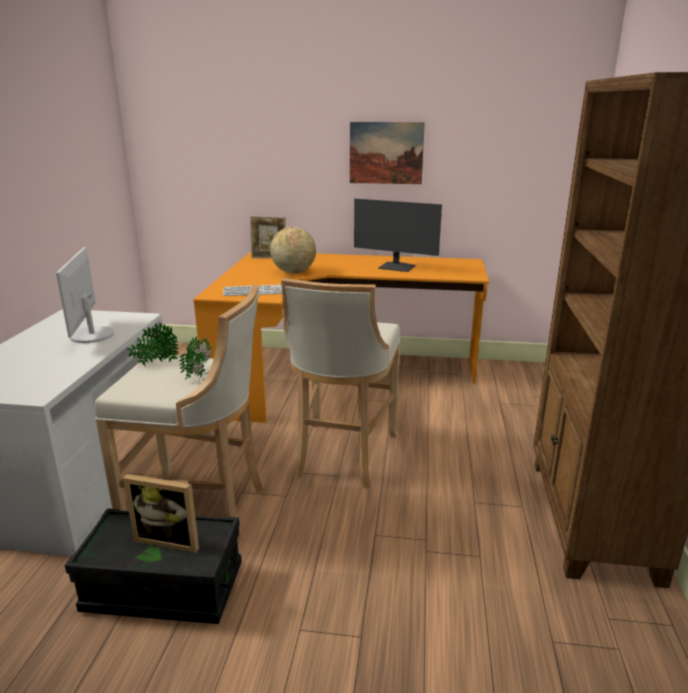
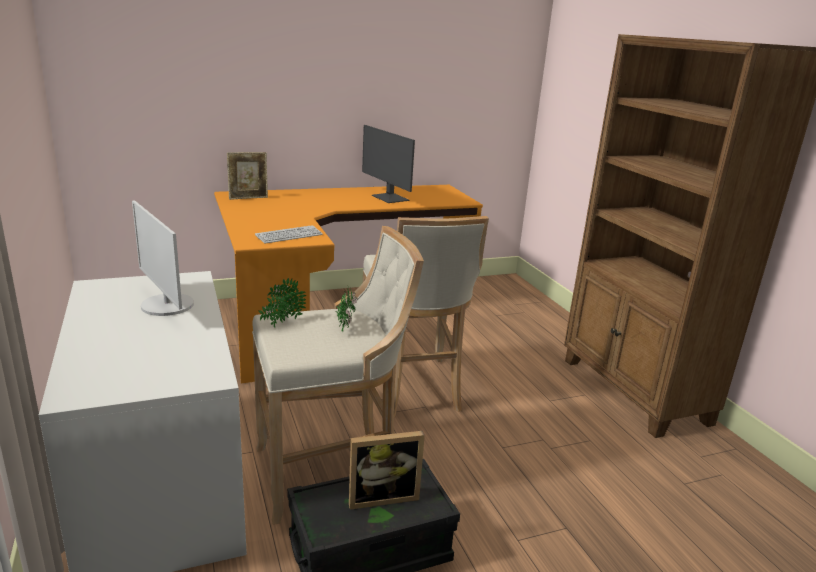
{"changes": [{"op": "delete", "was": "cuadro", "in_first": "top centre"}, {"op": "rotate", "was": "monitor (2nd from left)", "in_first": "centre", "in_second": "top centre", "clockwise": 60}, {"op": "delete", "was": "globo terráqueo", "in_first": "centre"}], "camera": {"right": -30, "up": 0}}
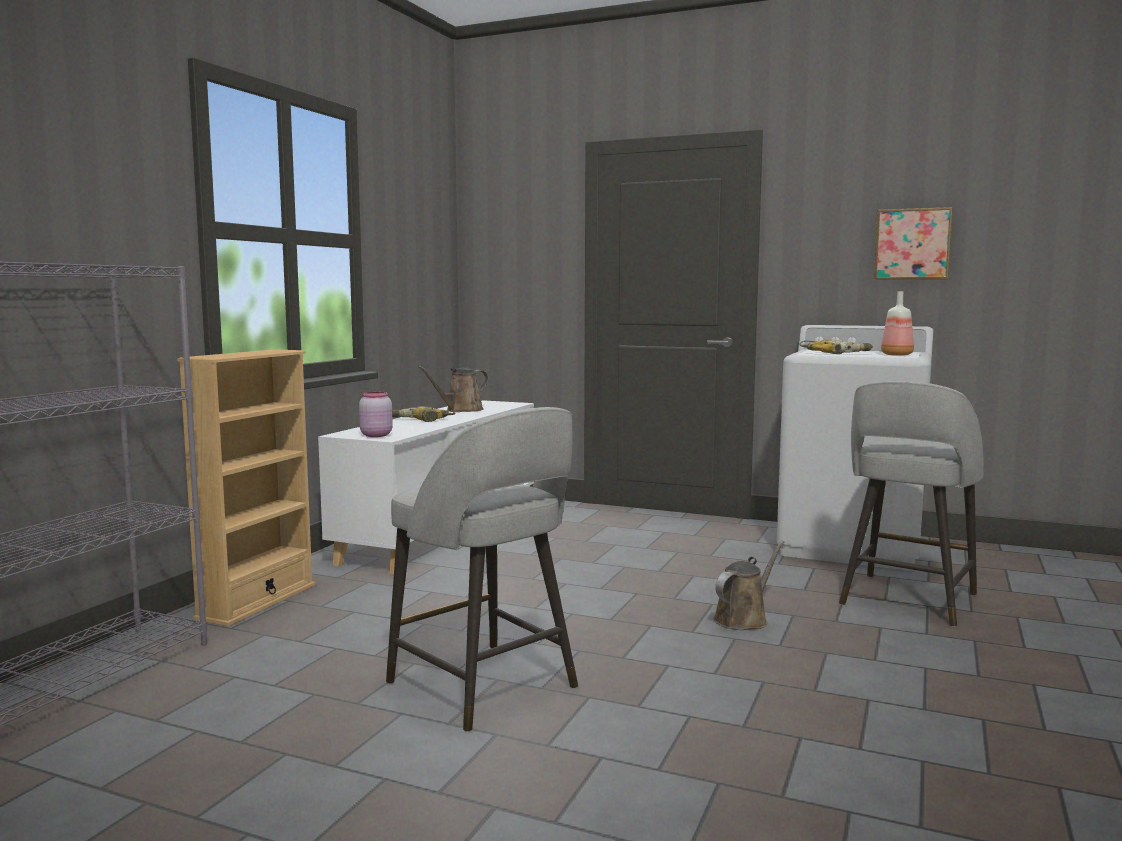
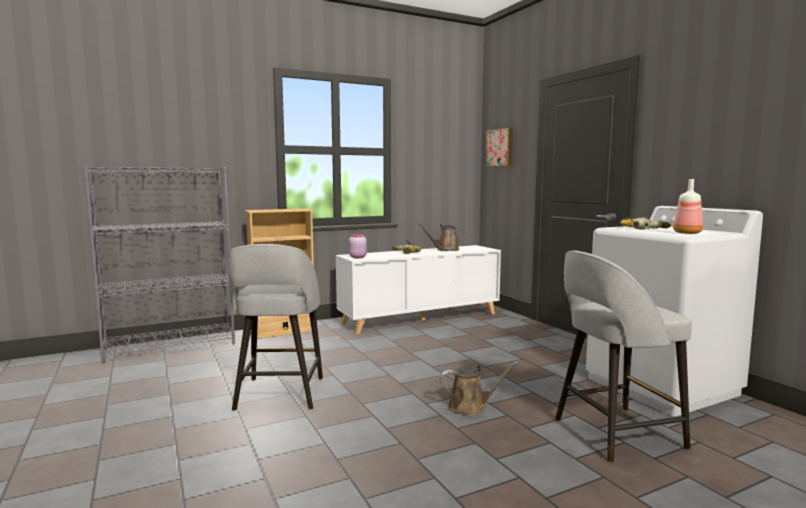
{"changes": [{"op": "move", "was": "cuadro", "in_first": "top right", "in_second": "top centre"}], "camera": {"right": 40, "up": 0}}
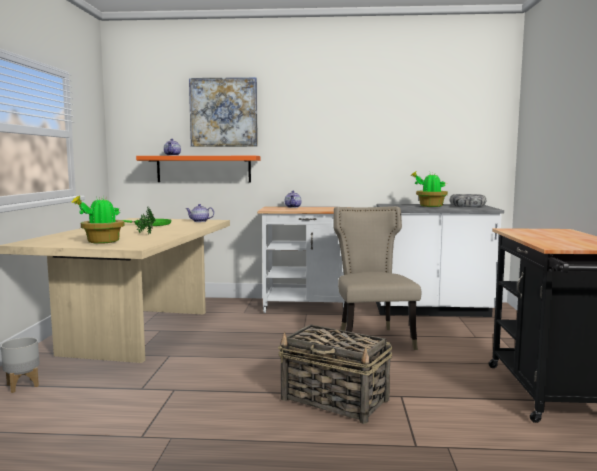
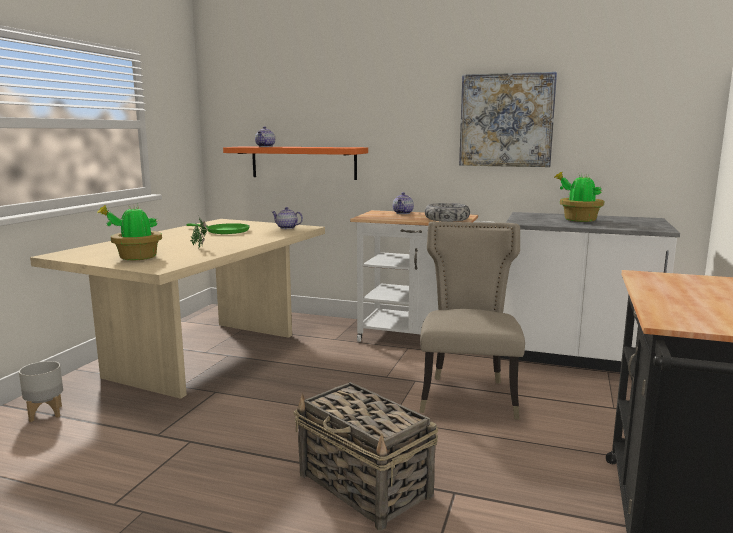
{"changes": [{"op": "move", "was": "cuadro", "in_first": "top centre", "in_second": "top right"}, {"op": "move", "was": "cuenco", "in_first": "middle right", "in_second": "centre"}], "camera": {"right": 15, "up": 5}}
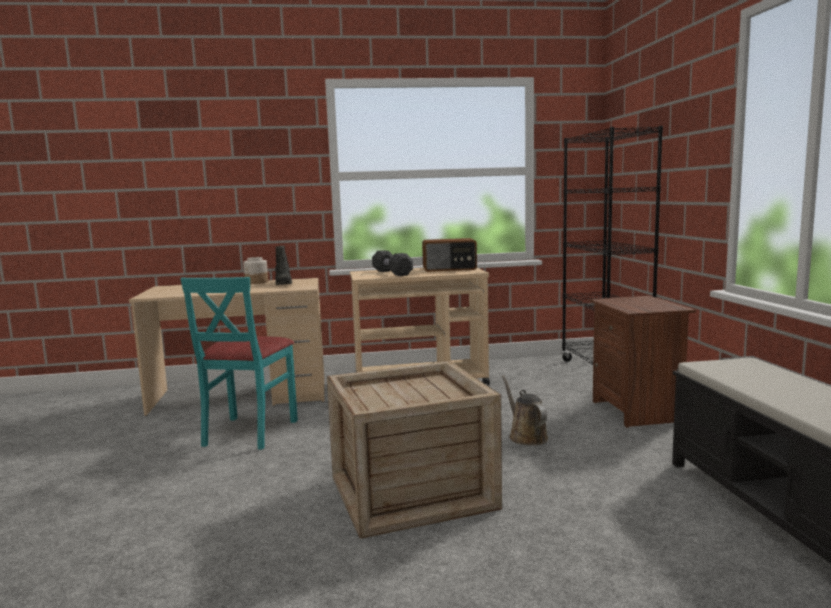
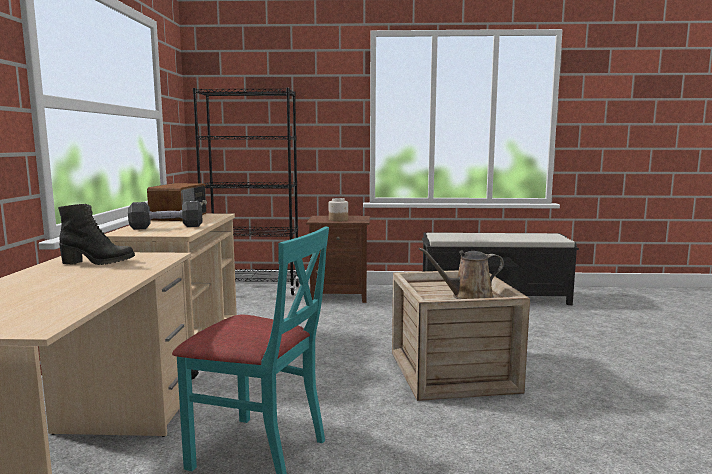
{"changes": [{"op": "move", "was": "tarro", "in_first": "middle left", "in_second": "centre"}, {"op": "move", "was": "regadera/marrón", "in_first": "bottom centre", "in_second": "centre"}], "camera": {"right": -80, "up": 0}}
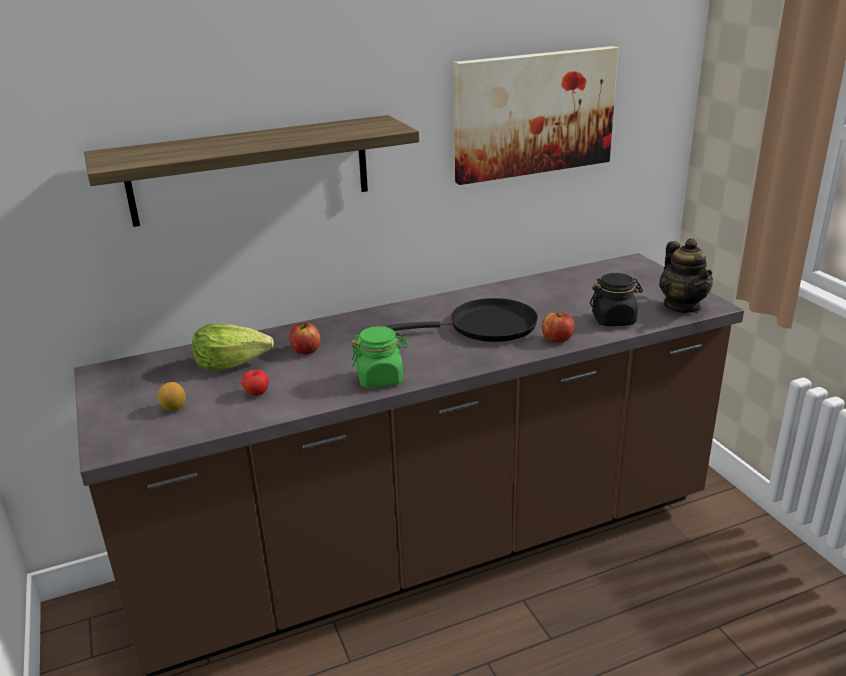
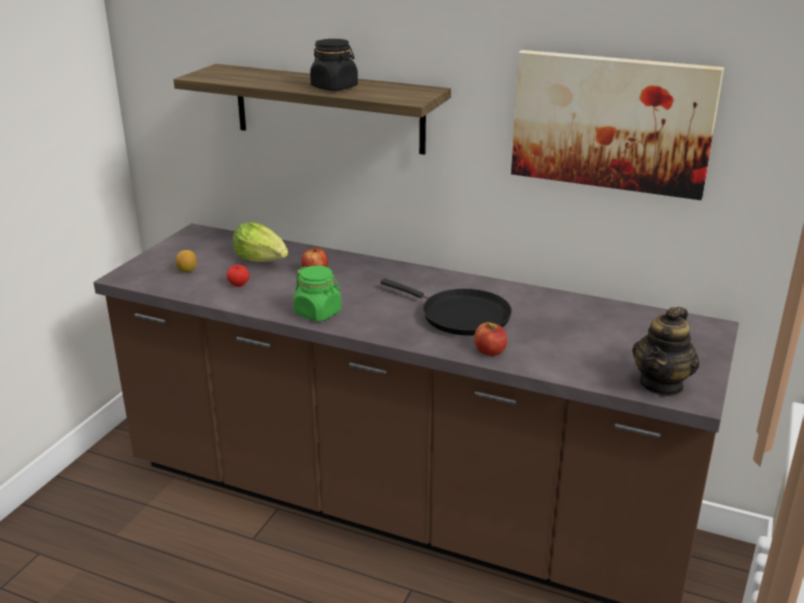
{"changes": [{"op": "move", "was": "tarro/negro", "in_first": "middle right", "in_second": "top centre"}], "camera": {"right": 45, "up": 0}}
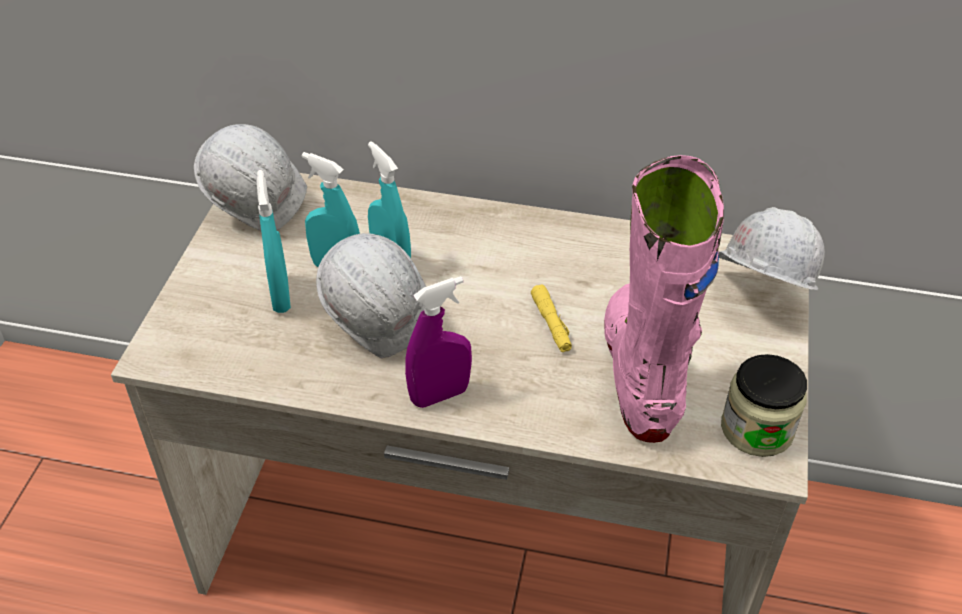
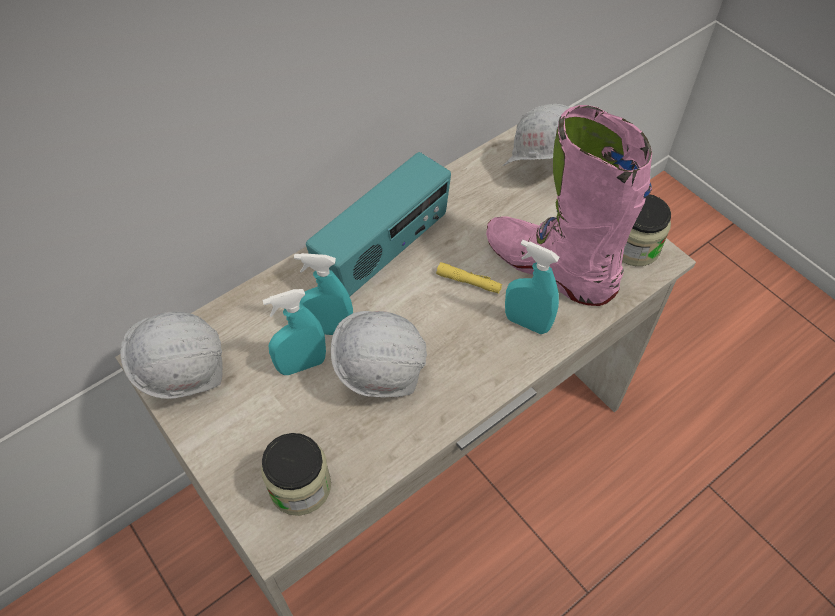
{"changes": [{"op": "move", "was": "pulverizador/turquesa (1st from left in the first image)", "now": "pulverizador/turquesa (3rd from left)", "in_first": "middle left", "in_second": "centre"}, {"op": "delete", "was": "pulverizador/morado", "in_first": "centre"}, {"op": "insert", "now": "radio", "in_second": "centre"}, {"op": "insert", "now": "tarro (1st from left)", "in_second": "bottom centre"}], "camera": {"right": -50, "up": 10}}
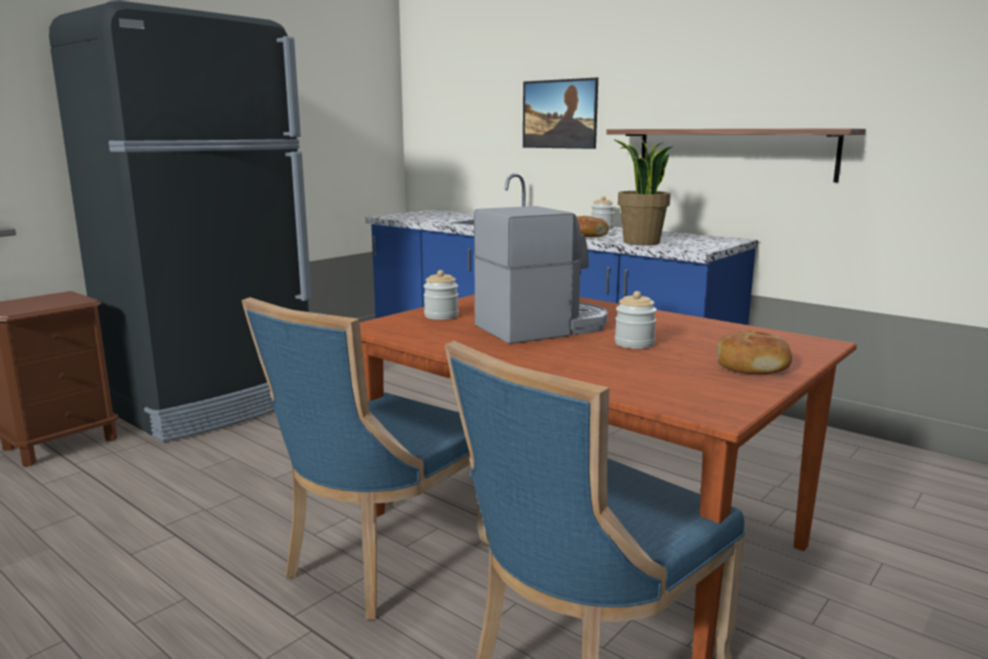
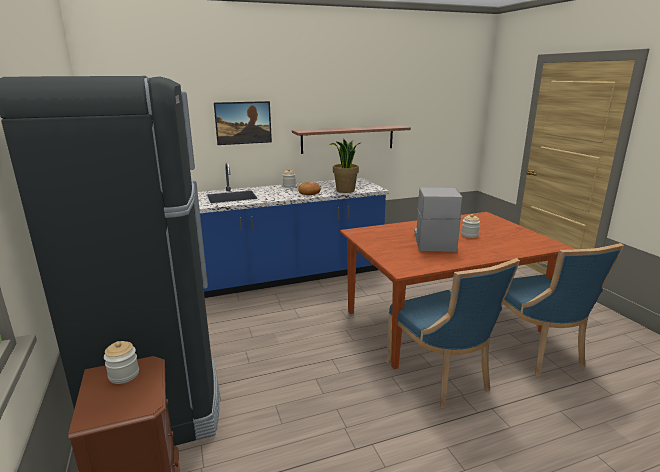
{"changes": [{"op": "move", "was": "tarro (1st from left)", "in_first": "centre", "in_second": "bottom left"}, {"op": "delete", "was": "pan (2nd from left)", "in_first": "middle right"}], "camera": {"right": -60, "up": 5}}
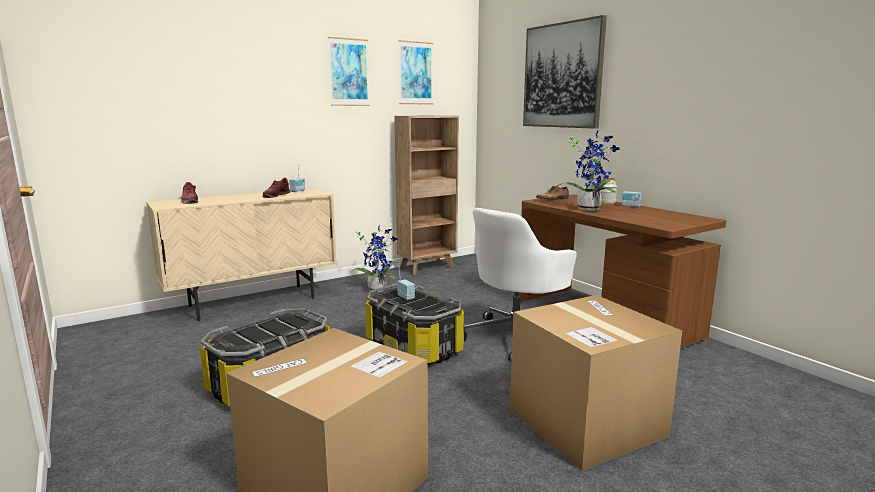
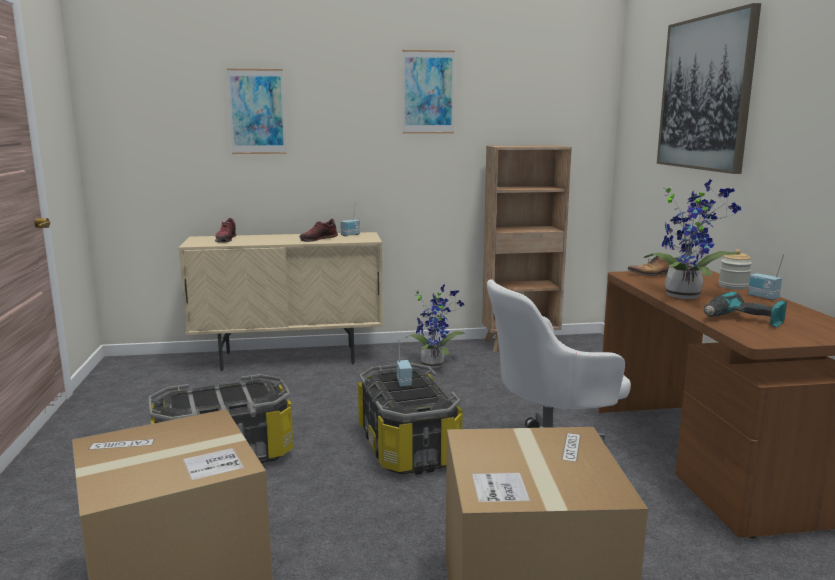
{"changes": [{"op": "move", "was": "cuadro (2nd from left in the first image)", "now": "cuadro (1st from left)", "in_first": "top centre", "in_second": "top left"}, {"op": "insert", "now": "taladro", "in_second": "middle right"}], "camera": {"right": 25, "up": 0}}
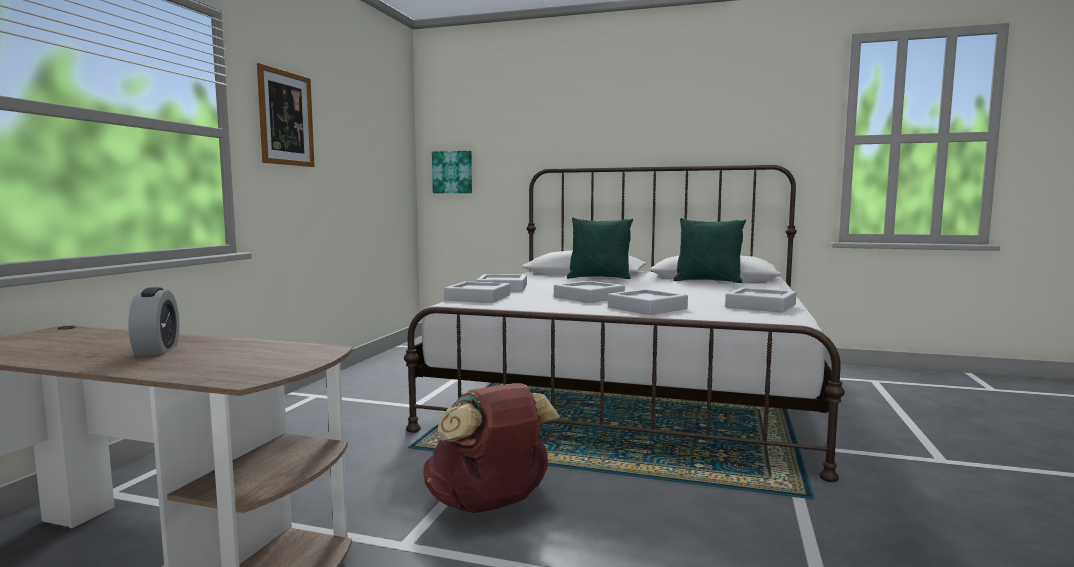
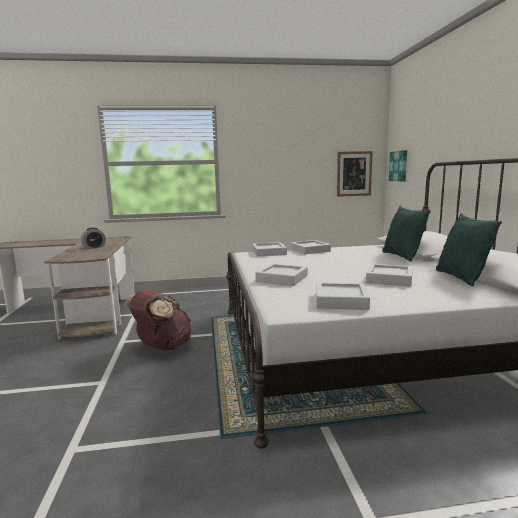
{"changes": [{"op": "move", "was": "cuadro (1st from left)", "in_first": "top left", "in_second": "middle right"}, {"op": "move", "was": "bandeja/gris (3rd from left in the first image)", "now": "bandeja/gris (5th from left)", "in_first": "centre", "in_second": "middle right"}], "camera": {"right": 65, "up": 5}}
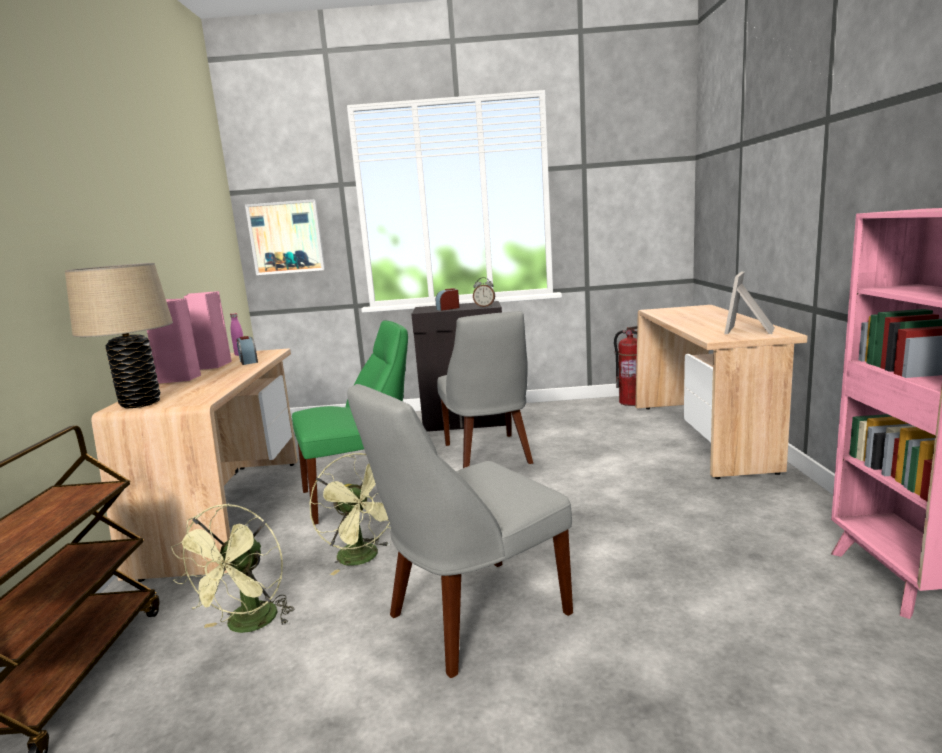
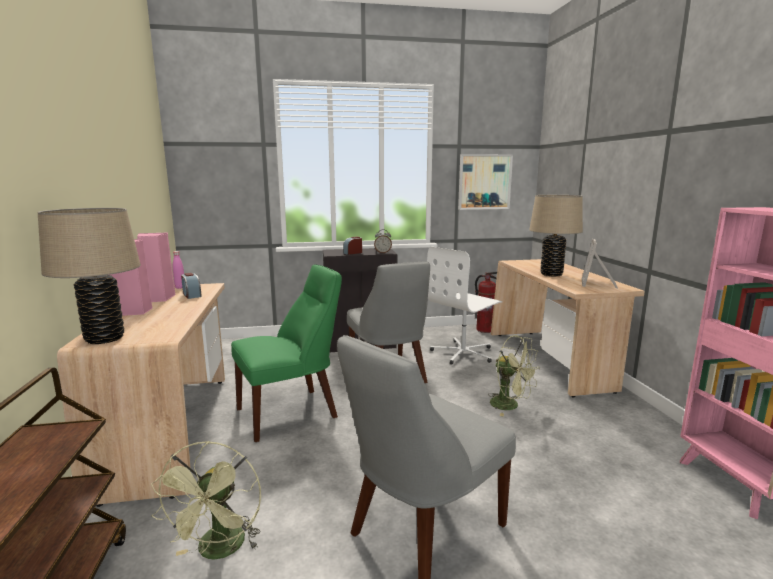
{"changes": [{"op": "move", "was": "cuadro", "in_first": "top left", "in_second": "top centre"}, {"op": "move", "was": "ventilador/verde (2nd from left)", "in_first": "bottom centre", "in_second": "centre"}, {"op": "insert", "now": "lámpara de mesa/beis (2nd from left)", "in_second": "middle right"}, {"op": "insert", "now": "silla de oficina/blanco", "in_second": "centre"}], "camera": {"right": -10, "up": 0}}
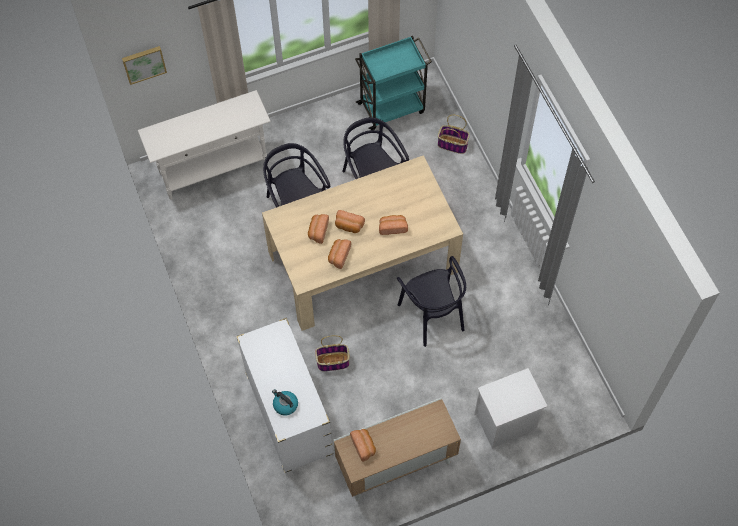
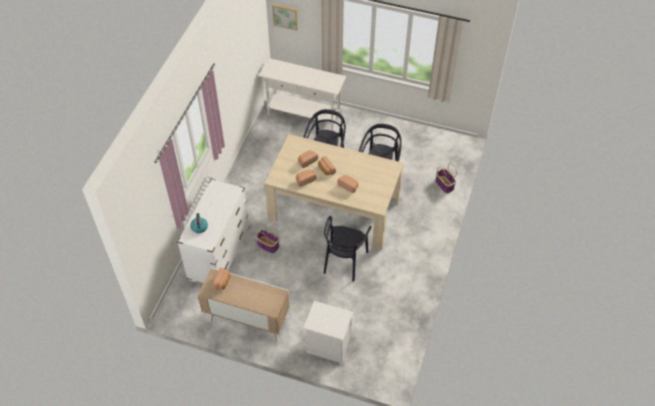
{"changes": [{"op": "delete", "was": "carrito/turquesa", "in_first": "top centre"}], "camera": {"right": 40, "up": -10}}
